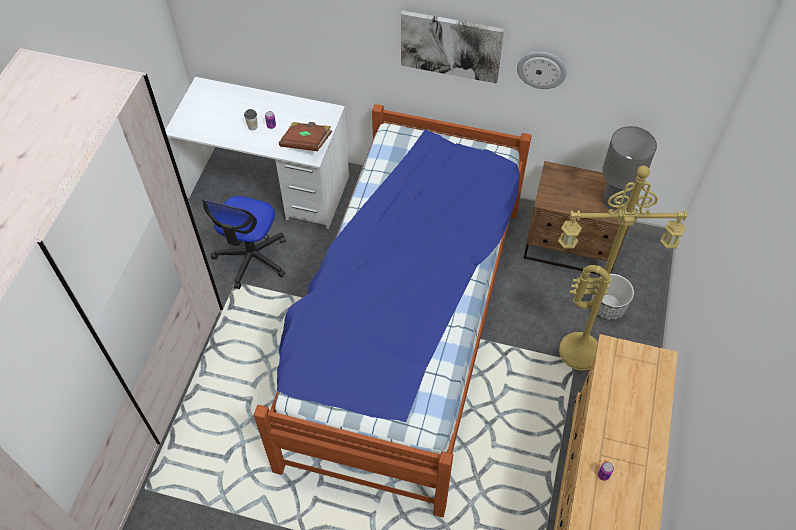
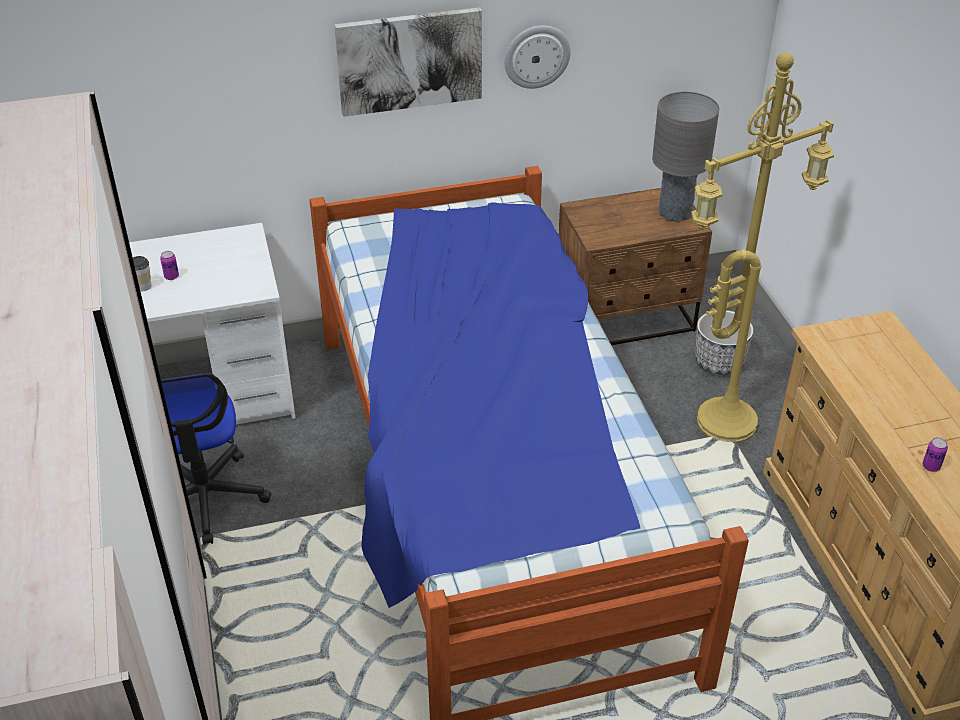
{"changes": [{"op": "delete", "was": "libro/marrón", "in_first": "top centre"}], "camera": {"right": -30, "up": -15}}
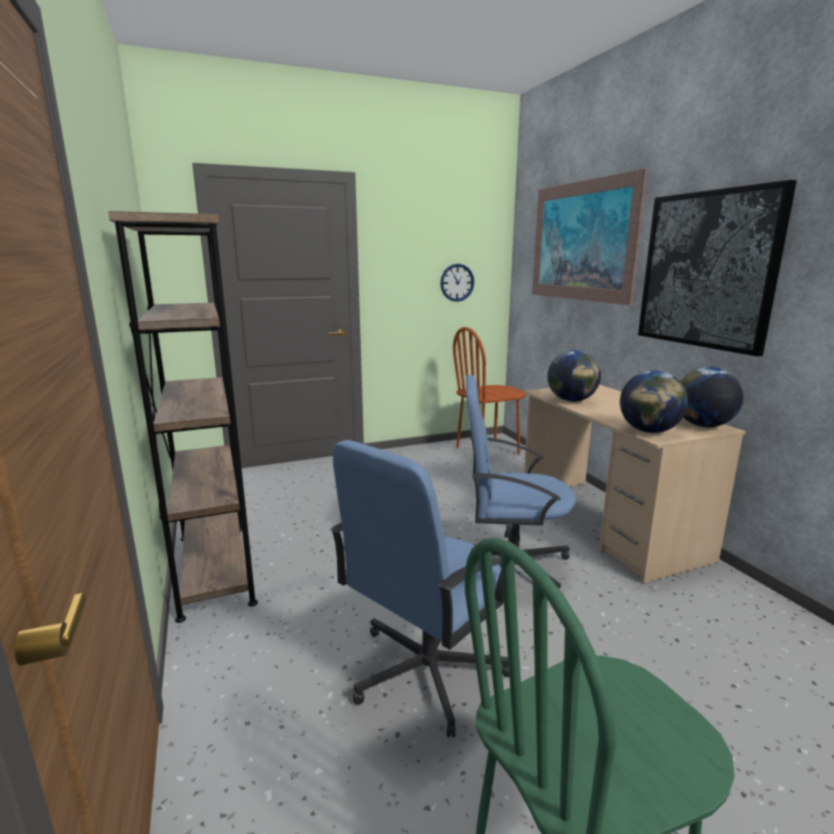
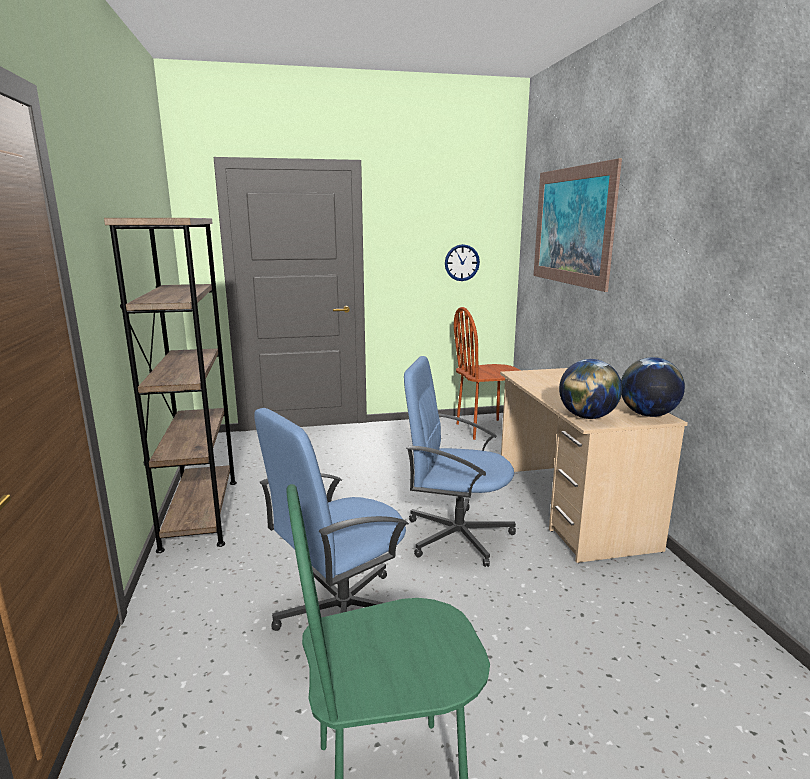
{"changes": [{"op": "delete", "was": "cuadro (2nd from left)", "in_first": "top right"}, {"op": "delete", "was": "globo terráqueo (1st from left)", "in_first": "middle right"}], "camera": {"right": 10, "up": 0}}
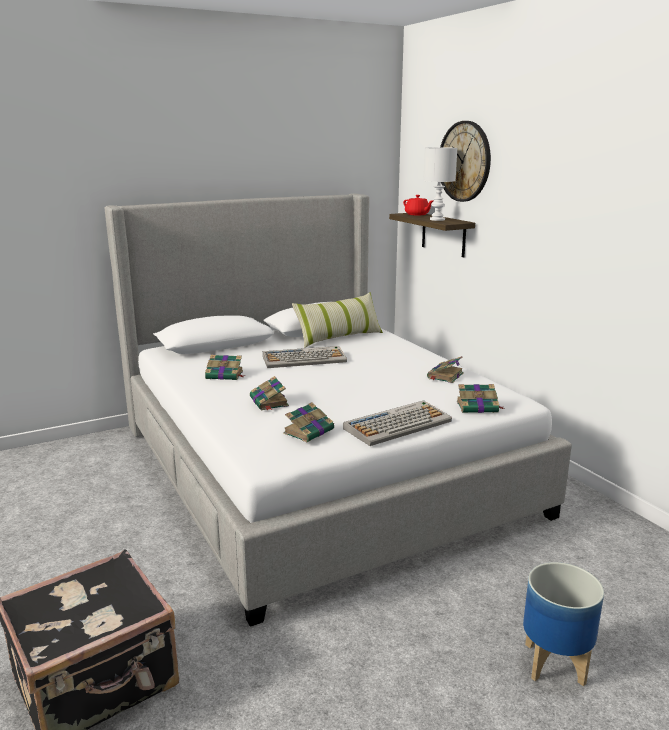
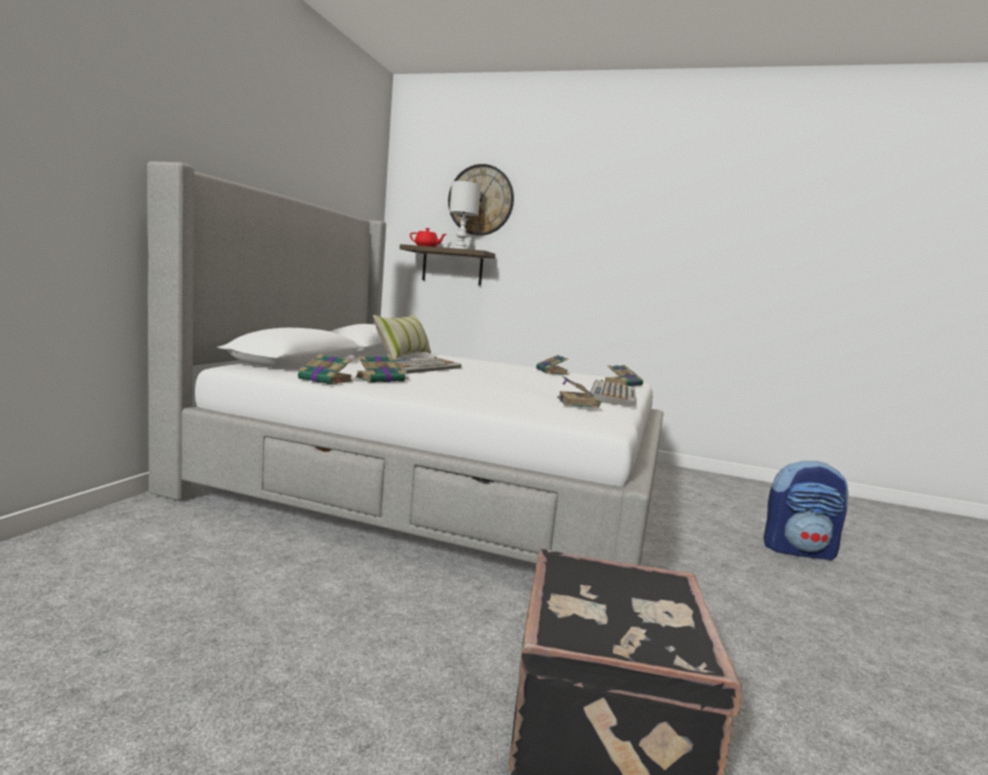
{"changes": [{"op": "move", "was": "libro (2nd from left in the first image)", "now": "libro (1st from left)", "in_first": "centre", "in_second": "middle left"}, {"op": "replace", "was": "maceta", "now": "mochila", "in_first": "bottom right", "in_second": "middle right"}], "camera": {"right": -45, "up": -10}}
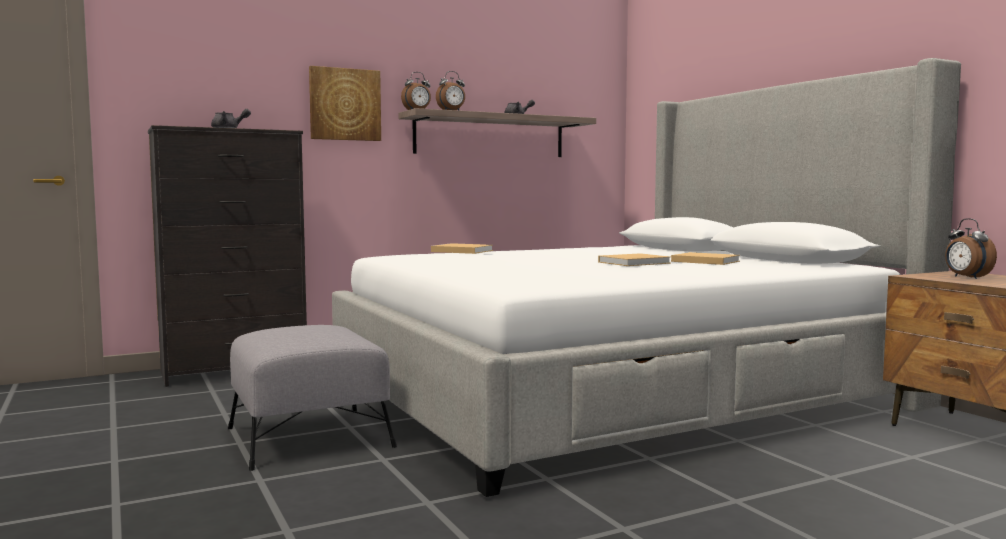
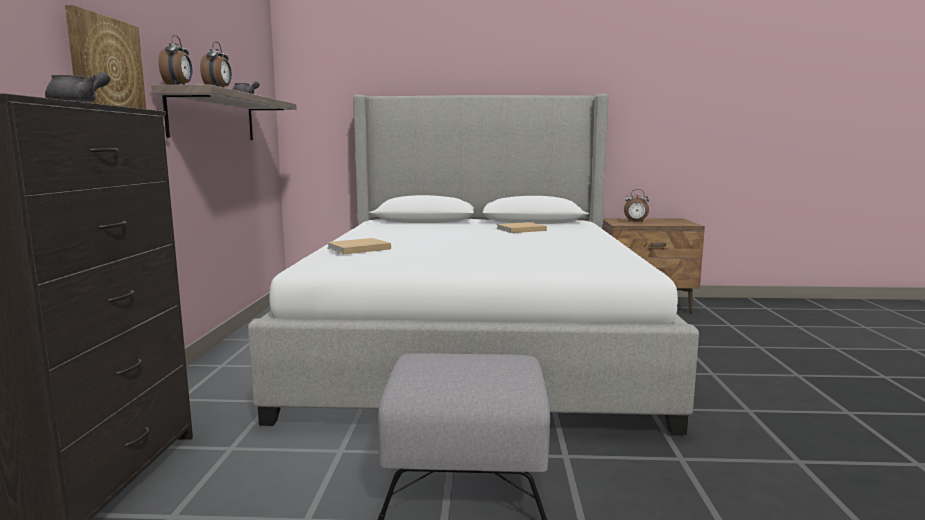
{"changes": [{"op": "delete", "was": "libro/beis (2nd from left)", "in_first": "centre"}], "camera": {"right": -60, "up": 5}}
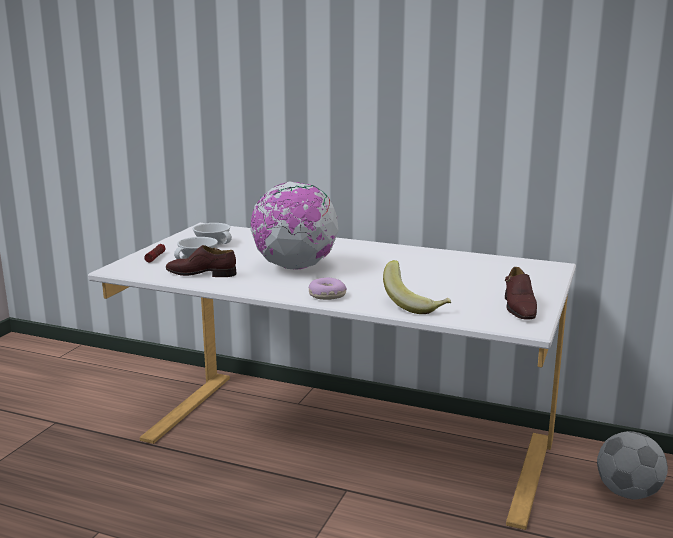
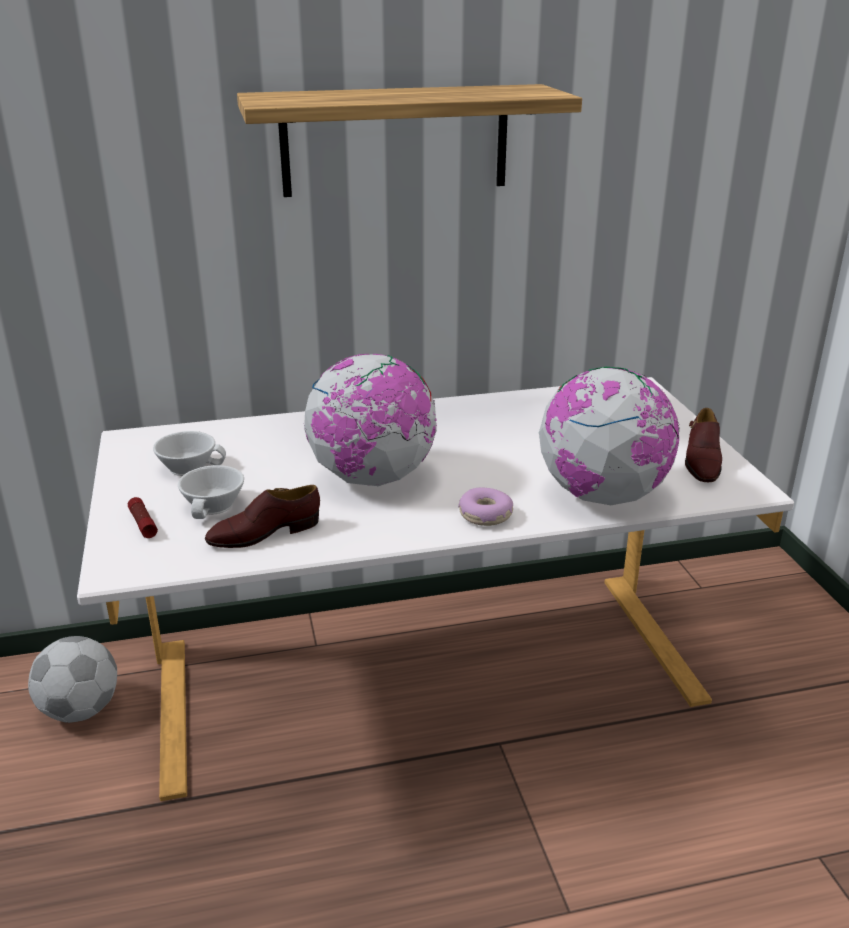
{"changes": [{"op": "replace", "was": "plátano", "now": "globo terráqueo (2nd from left)", "in_first": "centre", "in_second": "middle right"}, {"op": "rotate", "was": "zapato/marrón (2nd from left)", "in_first": "middle right", "in_second": "middle right", "clockwise": 45}, {"op": "move", "was": "balón de fútbol", "in_first": "bottom right", "in_second": "bottom left"}, {"op": "insert", "now": "estante", "in_second": "top centre"}], "camera": {"right": -35, "up": 10}}
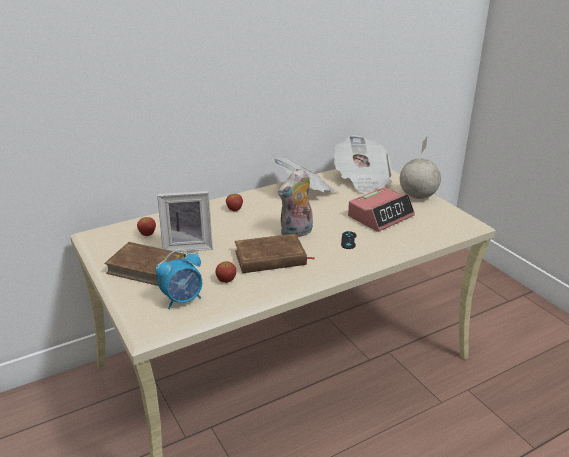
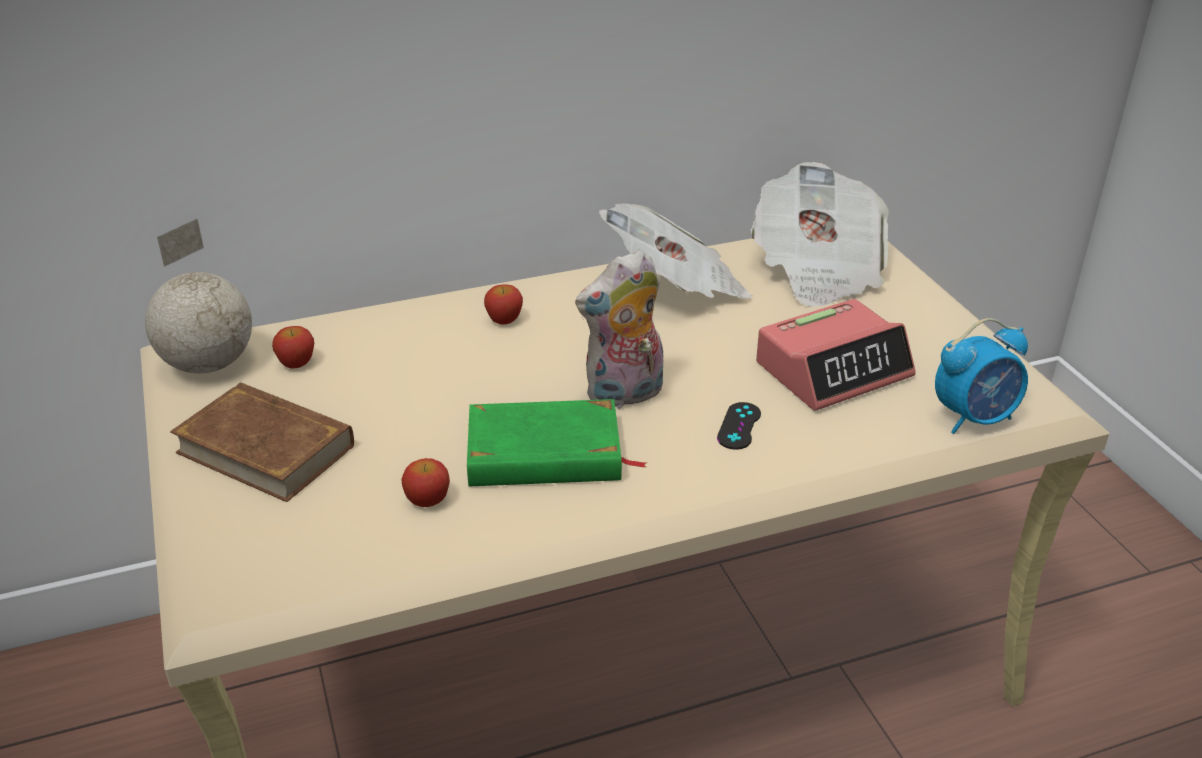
{"changes": [{"op": "move", "was": "globo terráqueo", "in_first": "middle right", "in_second": "middle left"}, {"op": "delete", "was": "portarretratos", "in_first": "middle left"}, {"op": "recolor", "was": "libro/marrón (2nd from left)", "now": "libro/verde", "in_first": "centre", "in_second": "centre"}, {"op": "move", "was": "despertador (1st from left in the first image)", "now": "despertador (2nd from left)", "in_first": "middle left", "in_second": "middle right"}], "camera": {"right": 10, "up": 5}}
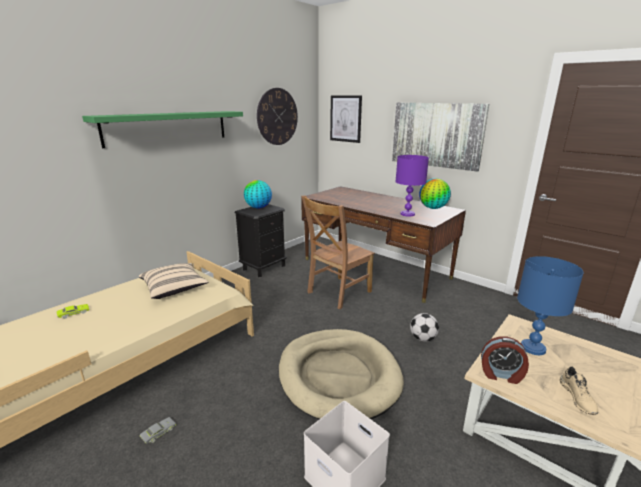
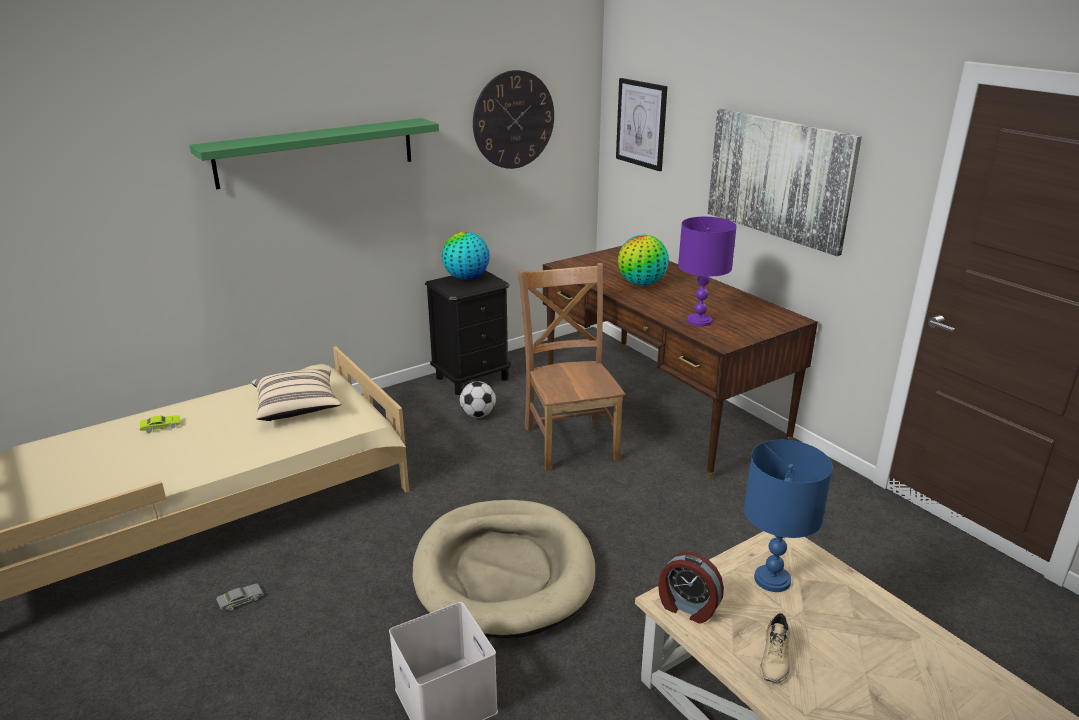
{"changes": [{"op": "move", "was": "globo terráqueo (2nd from left)", "in_first": "middle right", "in_second": "centre"}, {"op": "rotate", "was": "silla/marrón", "in_first": "centre", "in_second": "centre", "clockwise": 105}, {"op": "move", "was": "balón de fútbol", "in_first": "bottom centre", "in_second": "centre"}], "camera": {"right": 15, "up": 5}}
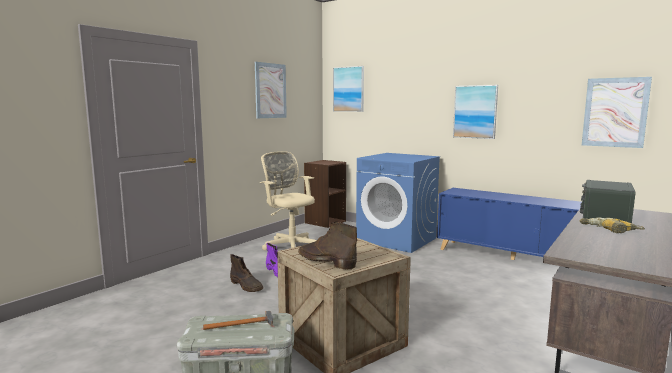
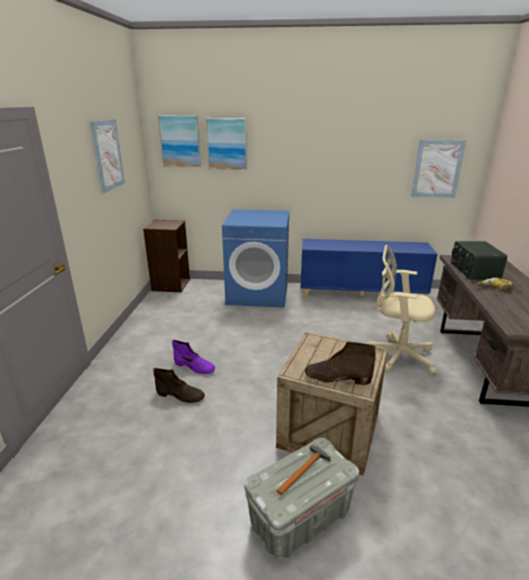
{"changes": [{"op": "move", "was": "cuadro (3rd from left)", "in_first": "top right", "in_second": "top centre"}, {"op": "move", "was": "silla de oficina/beis", "in_first": "centre", "in_second": "middle right"}], "camera": {"right": -30, "up": 15}}
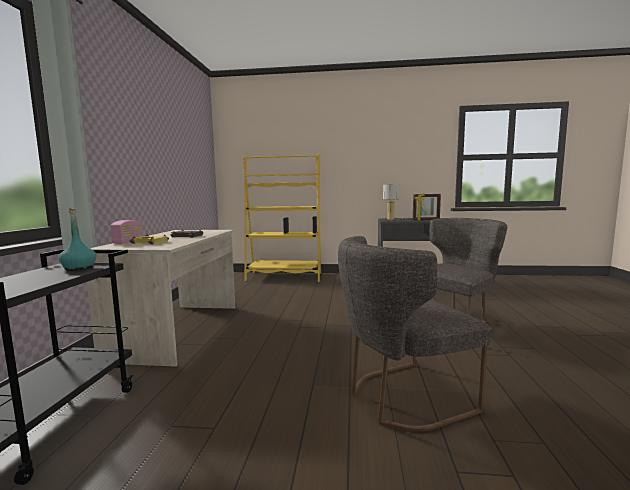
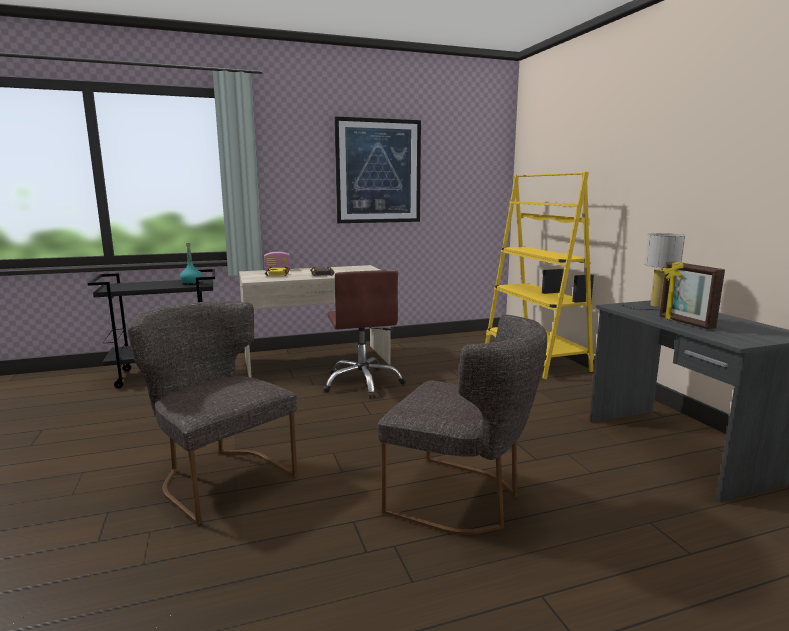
{"changes": [{"op": "insert", "now": "cuadro", "in_second": "top centre"}, {"op": "insert", "now": "silla de oficina/marrón", "in_second": "centre"}], "camera": {"right": 65, "up": 5}}
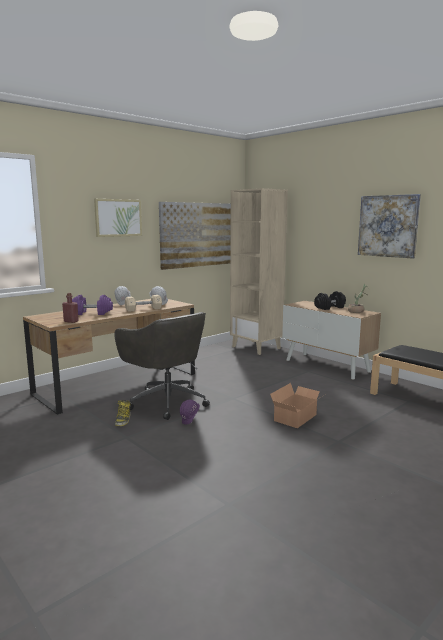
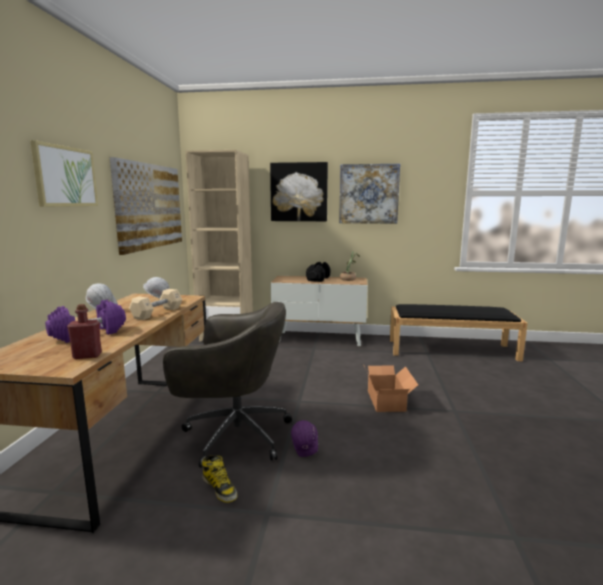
{"changes": [{"op": "insert", "now": "cuadro (3rd from left)", "in_second": "top centre"}], "camera": {"right": -40, "up": 0}}
